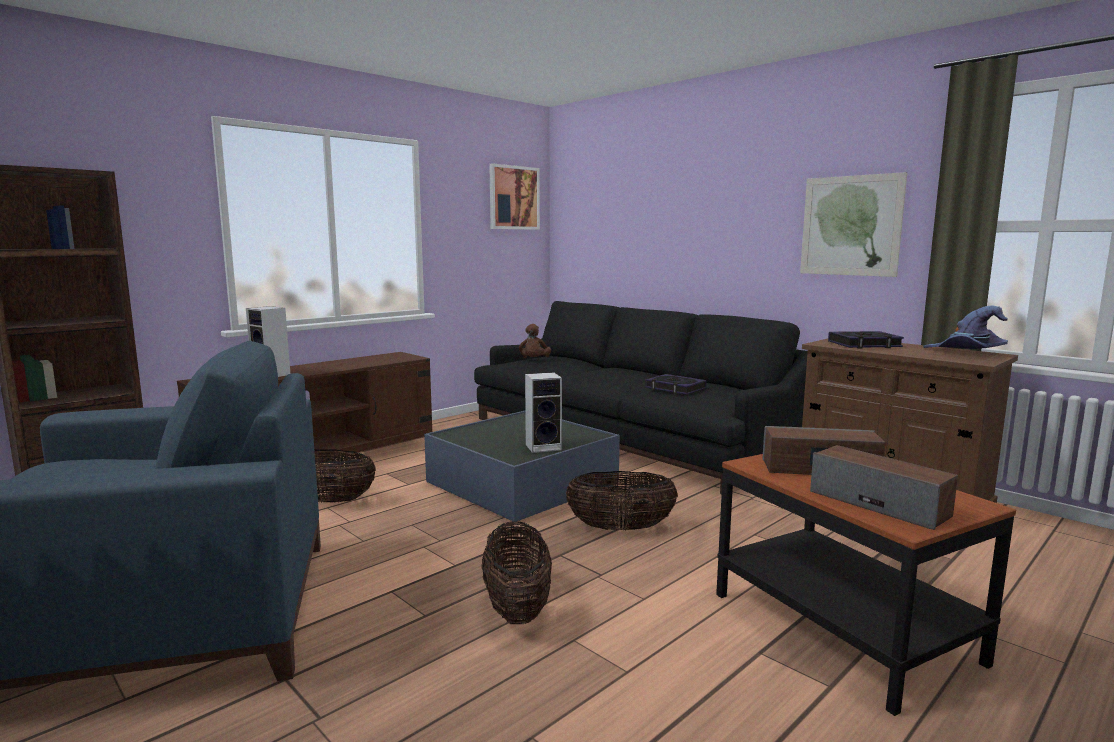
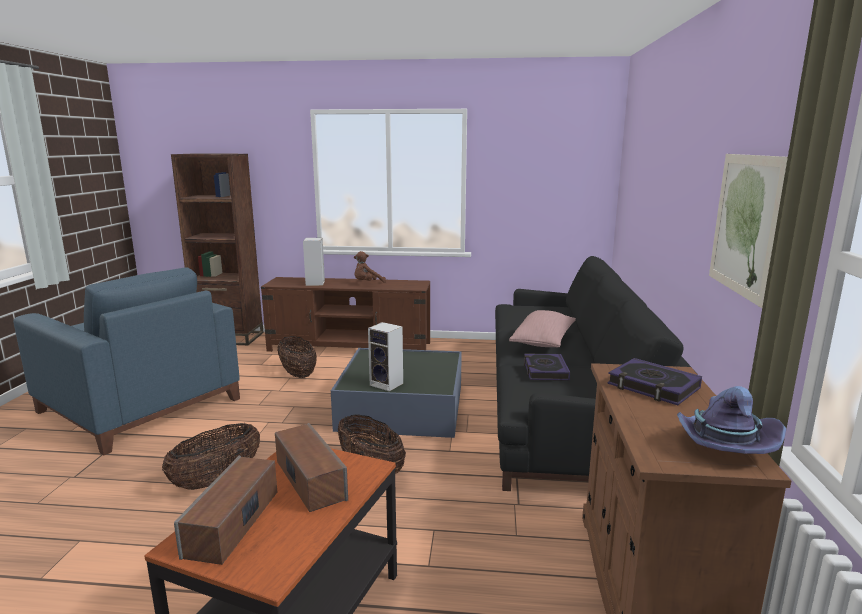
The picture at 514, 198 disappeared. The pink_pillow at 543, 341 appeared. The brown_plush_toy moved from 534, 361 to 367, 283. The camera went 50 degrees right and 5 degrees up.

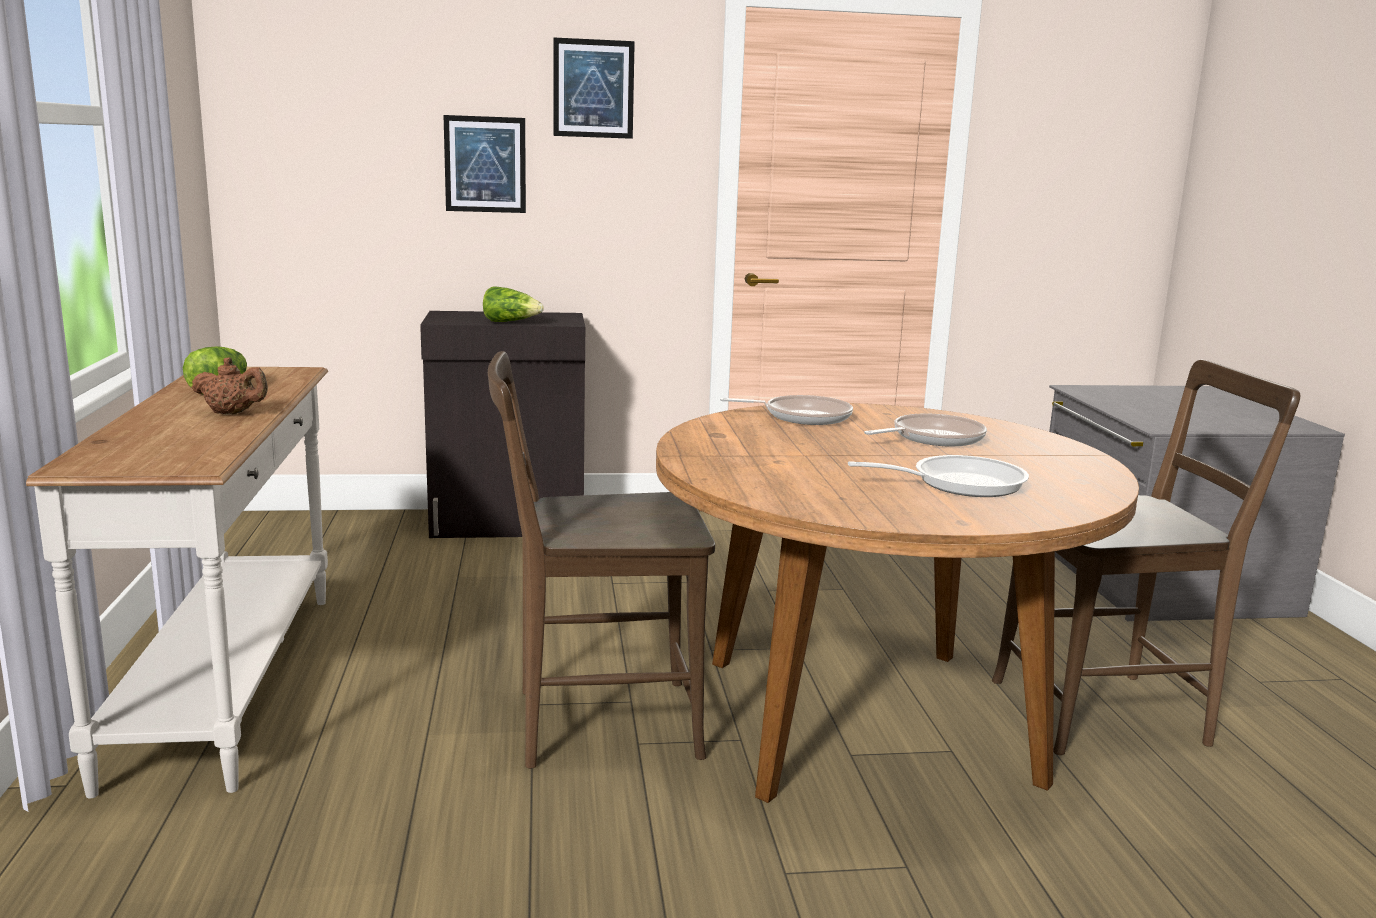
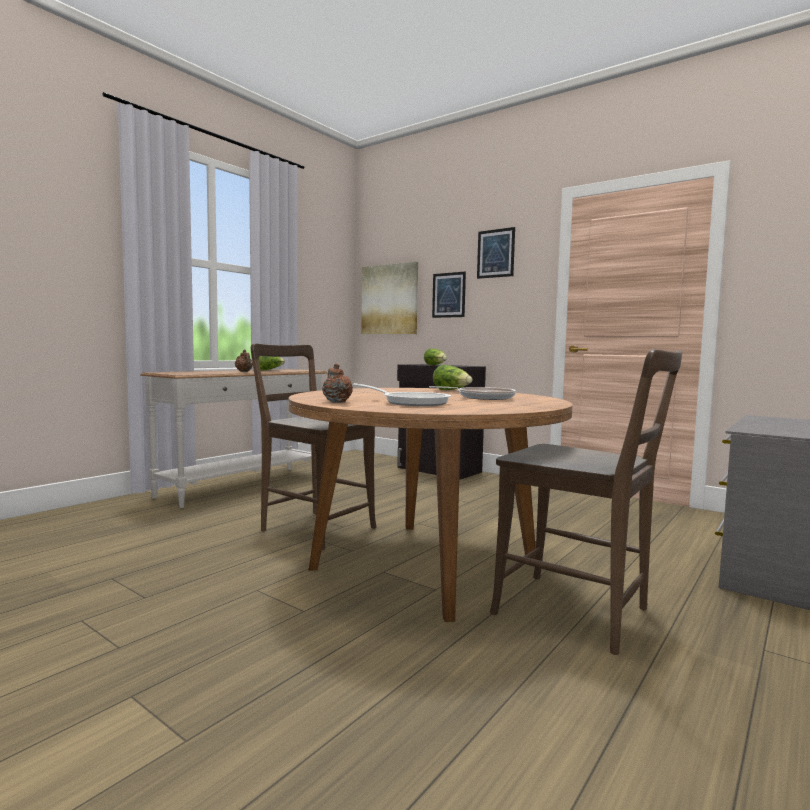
The brown_teapot at 336, 402 appeared. The picture at 389, 299 appeared. The frying_pan at 802, 417 was replaced by the lettuce at 452, 390. The camera went 45 degrees right and 10 degrees down.

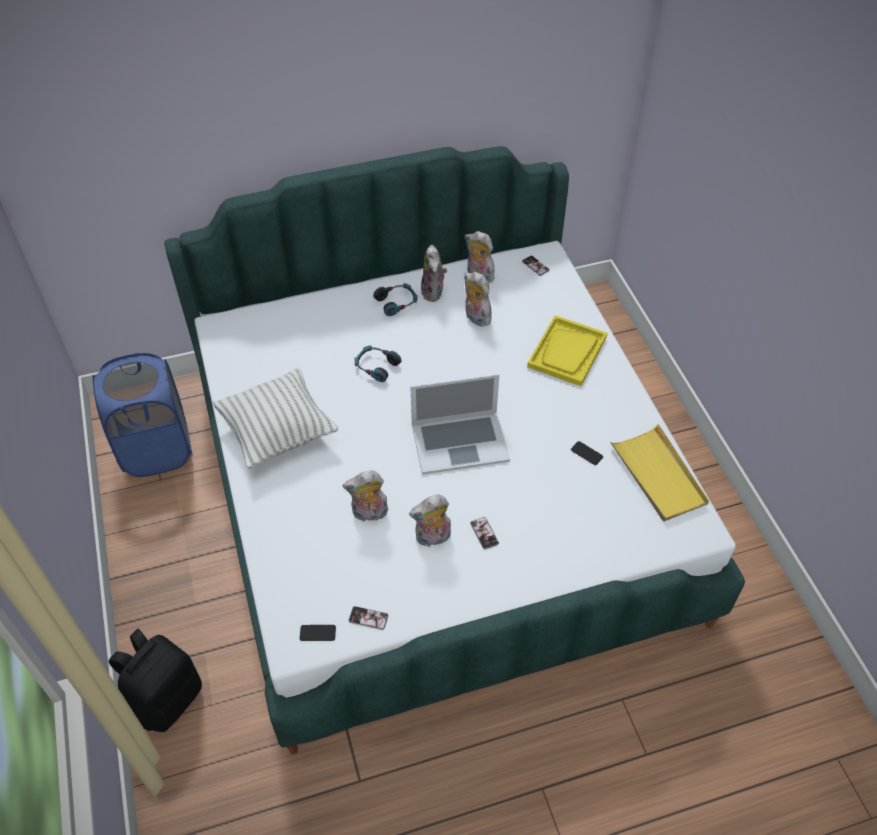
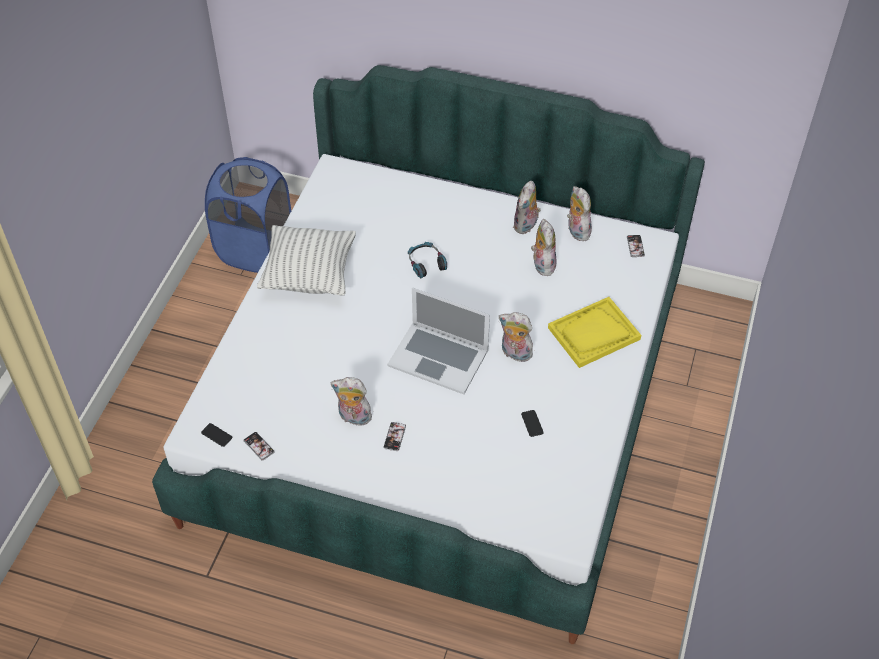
The black_backpack at 166, 698 disappeared. The headphones at 396, 302 disappeared. The yellow_tray at 658, 475 disappeared. The plush_toy moved from 369, 514 to 514, 353. The camera went 35 degrees right and 0 degrees up.

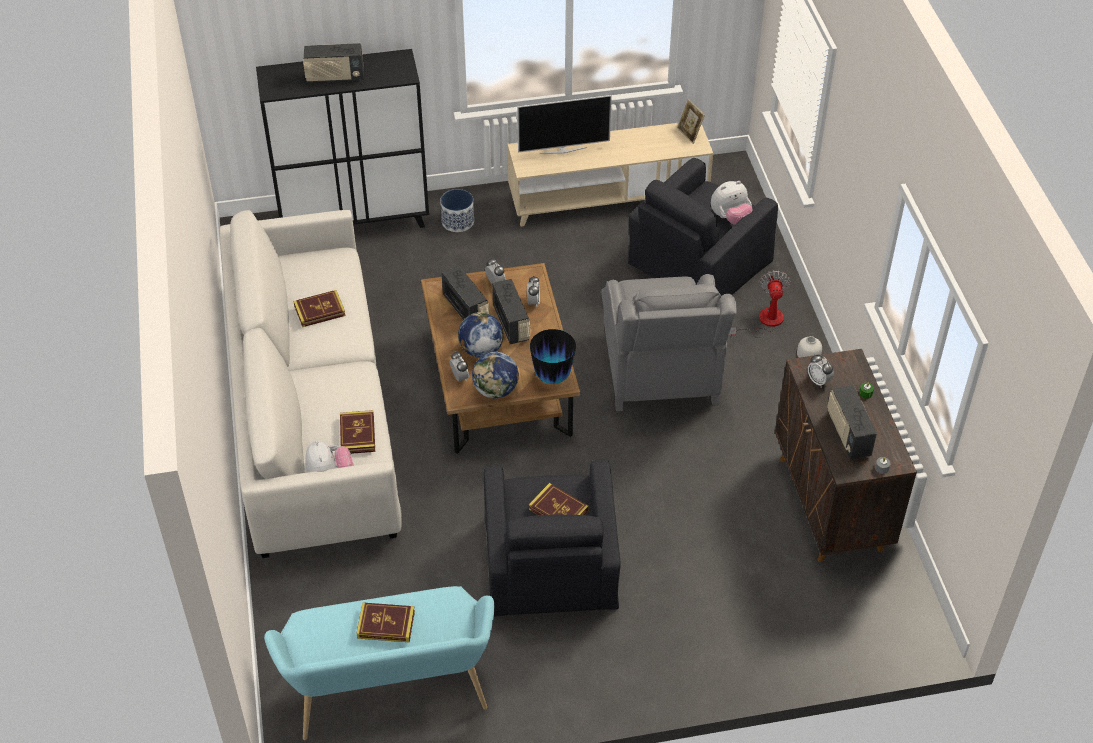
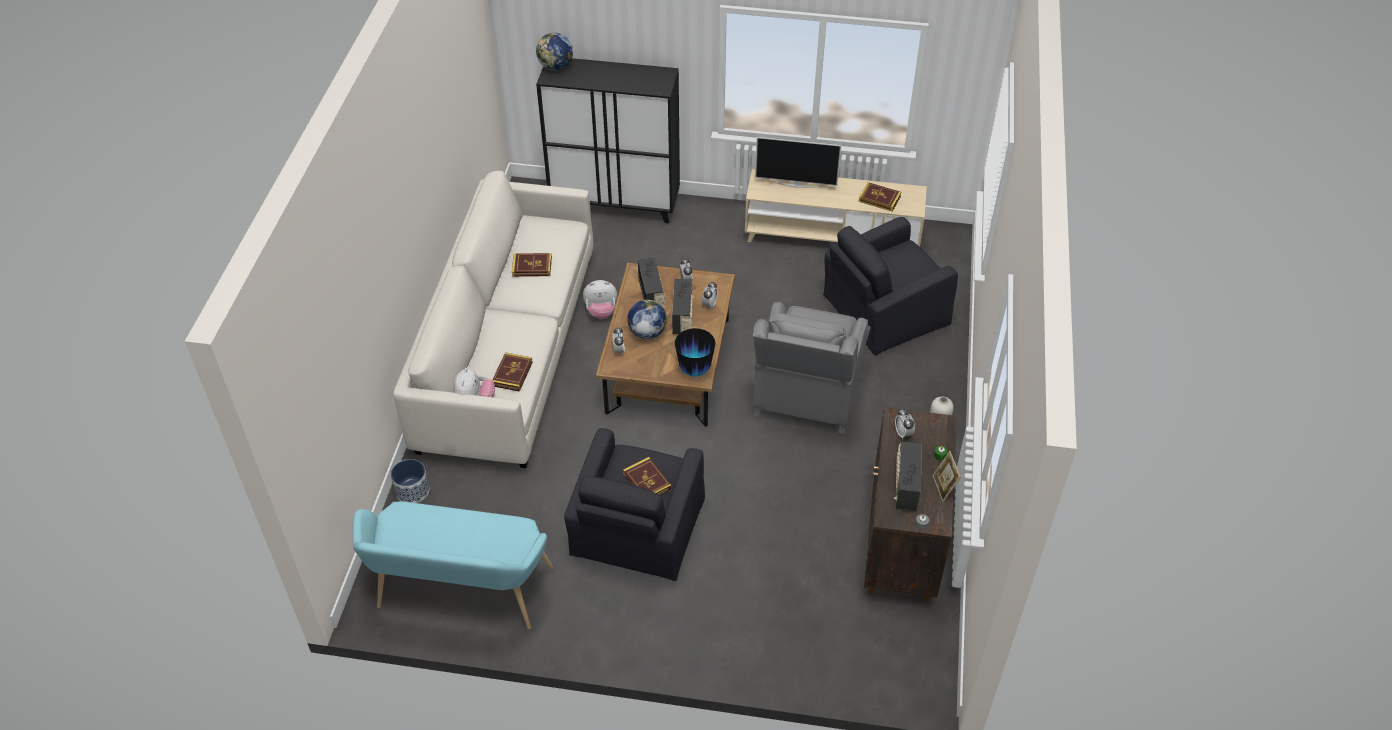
The radio at 335, 77 disappeared. The fan at 764, 322 disappeared. The book moved from 386, 624 to 879, 199. The planter moved from 457, 221 to 412, 491. The globe moved from 496, 390 to 556, 66. The picture_frame moved from 689, 134 to 943, 488. The plush_toy moved from 730, 218 to 601, 311. The camera went 20 degrees right and 0 degrees up.

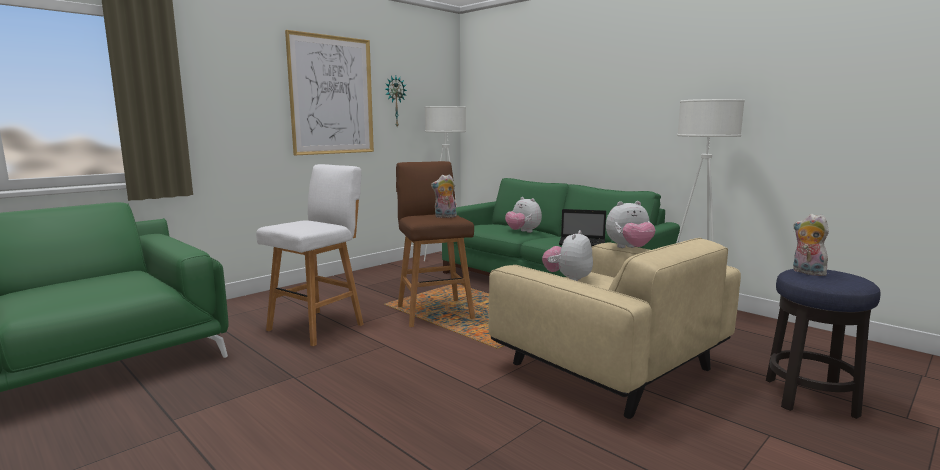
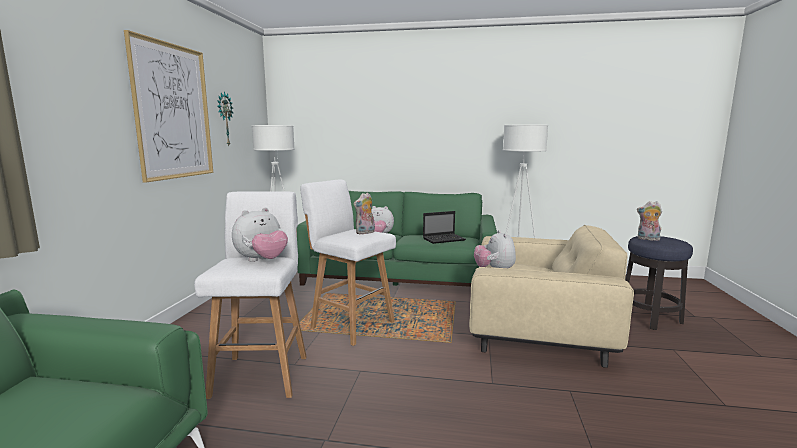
The plush_toy moved from 629, 248 to 262, 261. The brown_stool at 434, 311 became the white_stool at 351, 324. The camera went 35 degrees left and 0 degrees up.

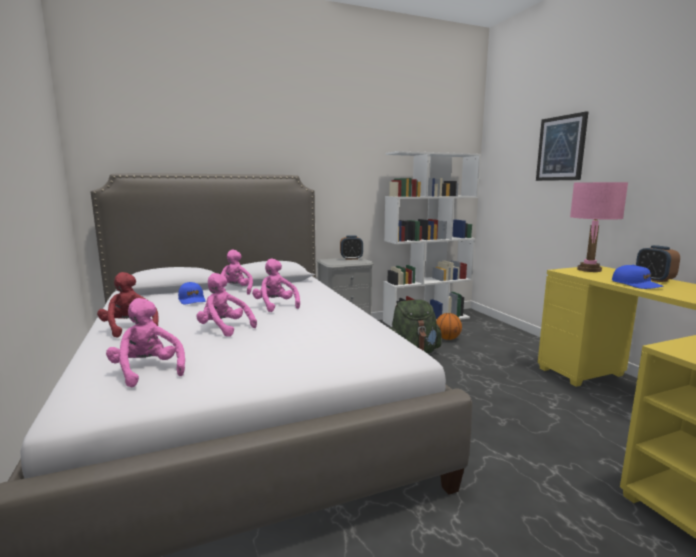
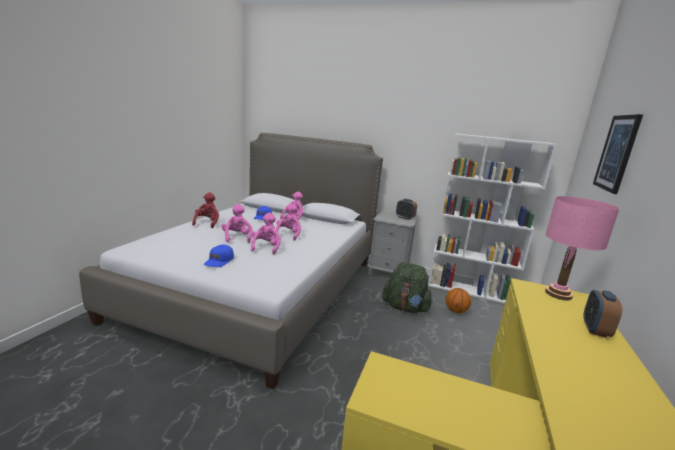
The pink_plush_toy moved from 148, 371 to 266, 247. The blue_cap moved from 636, 284 to 219, 261. The camera went 40 degrees right and 5 degrees up.

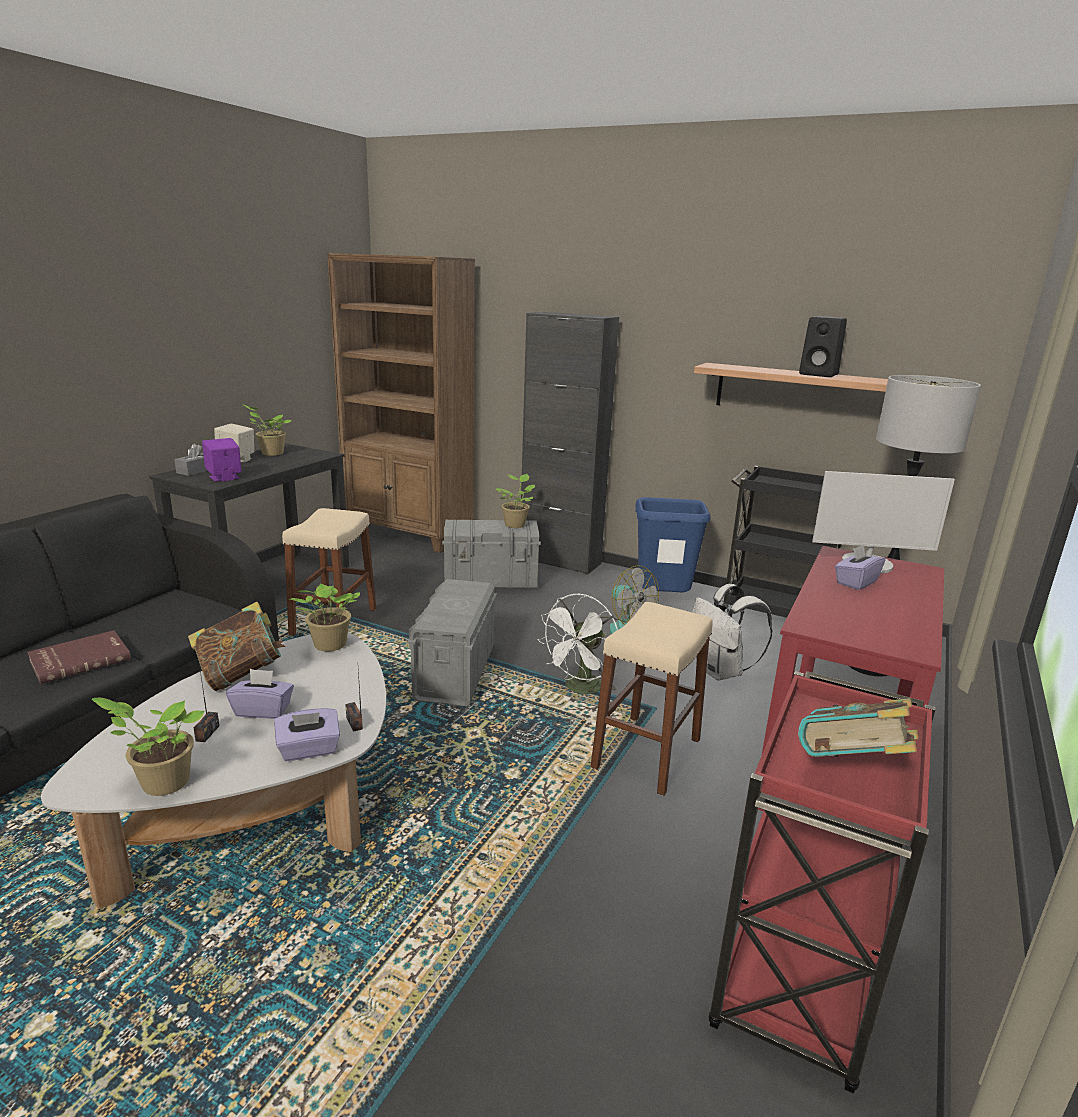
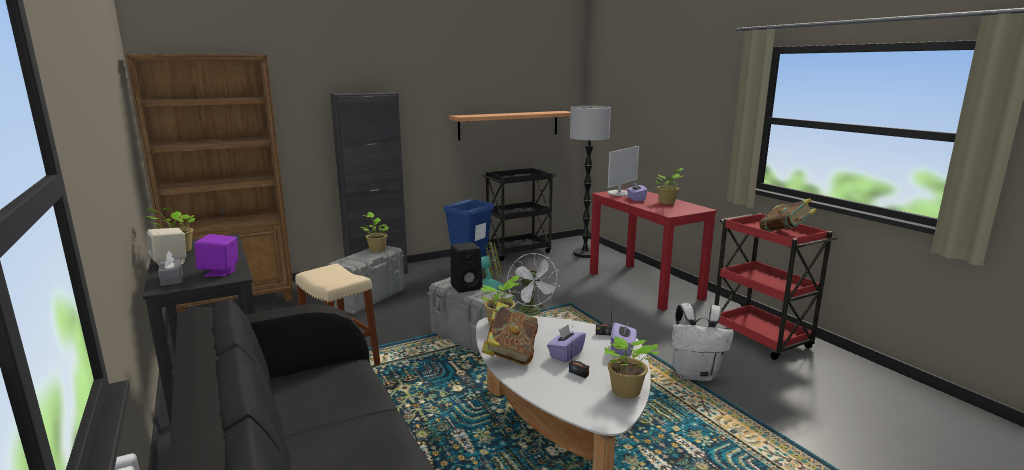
The red_book at 80, 659 disappeared. The beige_stool at 647, 753 disappeared. The potted_plant at 667, 203 appeared. The white_backpack moved from 721, 672 to 695, 374. The black_speaker moved from 820, 374 to 467, 287. The camera went 55 degrees left and 5 degrees down.

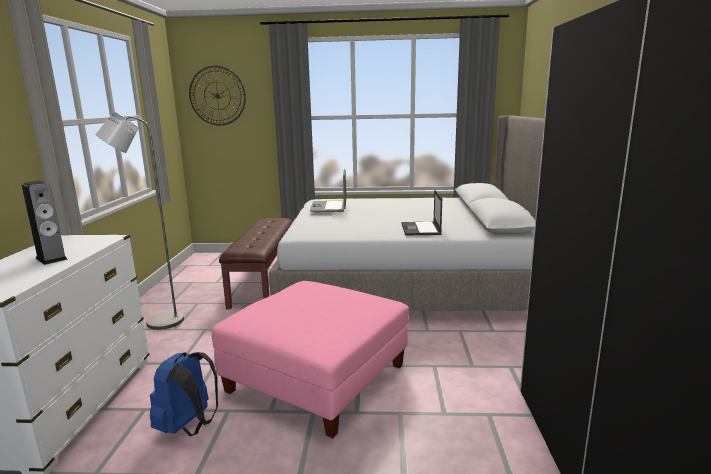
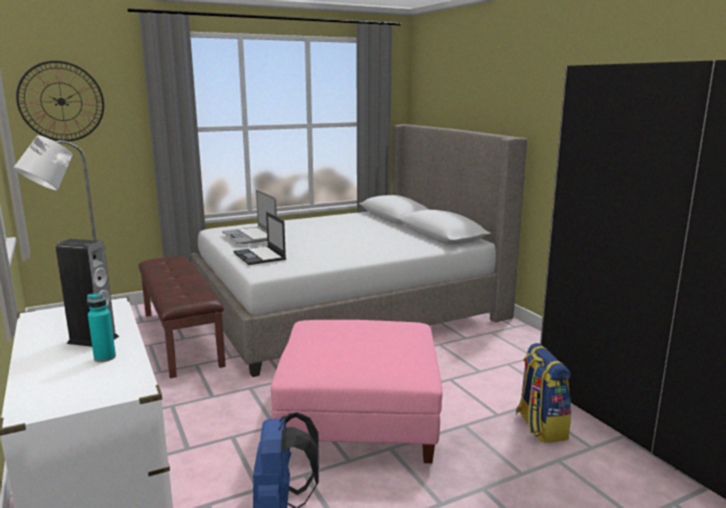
The turquoise_bottle at 105, 357 appeared. The backpack at 540, 426 appeared. The laptop moved from 421, 229 to 260, 256. The camera went 30 degrees left and 0 degrees up.

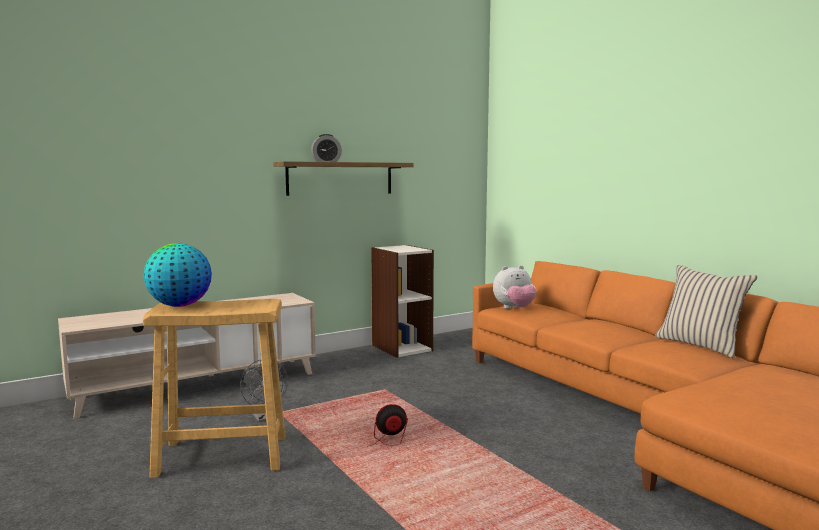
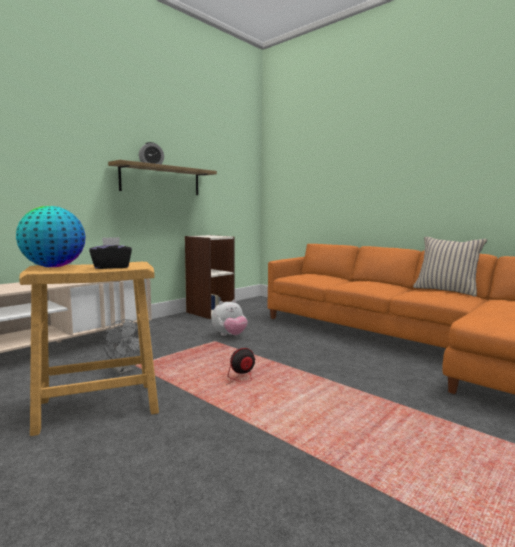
The black_tissue_box at 112, 267 appeared. The plush_toy moved from 514, 309 to 229, 335. The camera went 15 degrees left and 0 degrees up.

